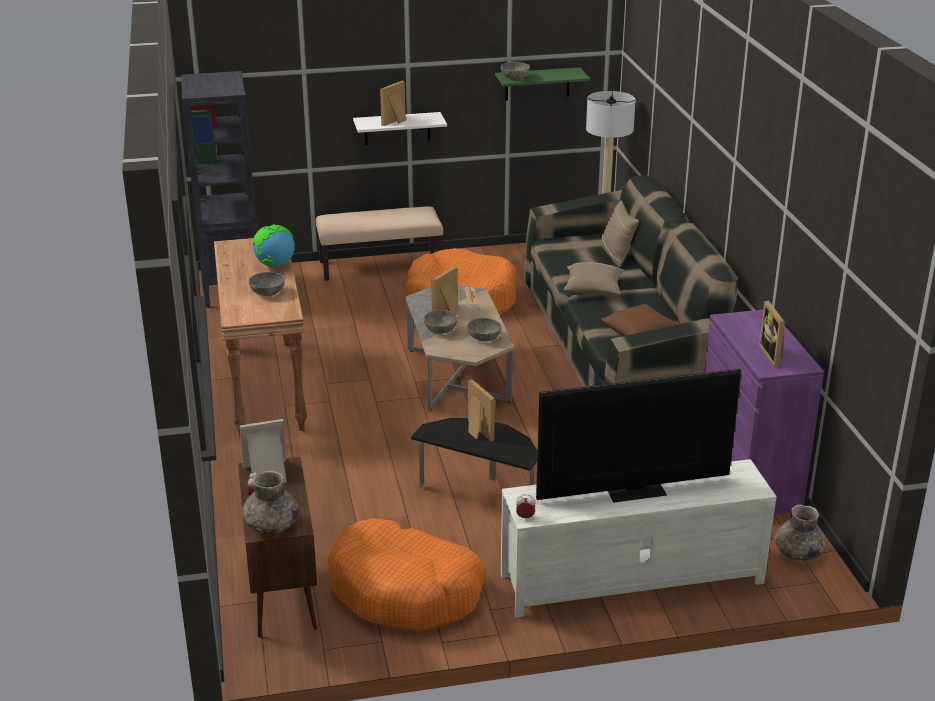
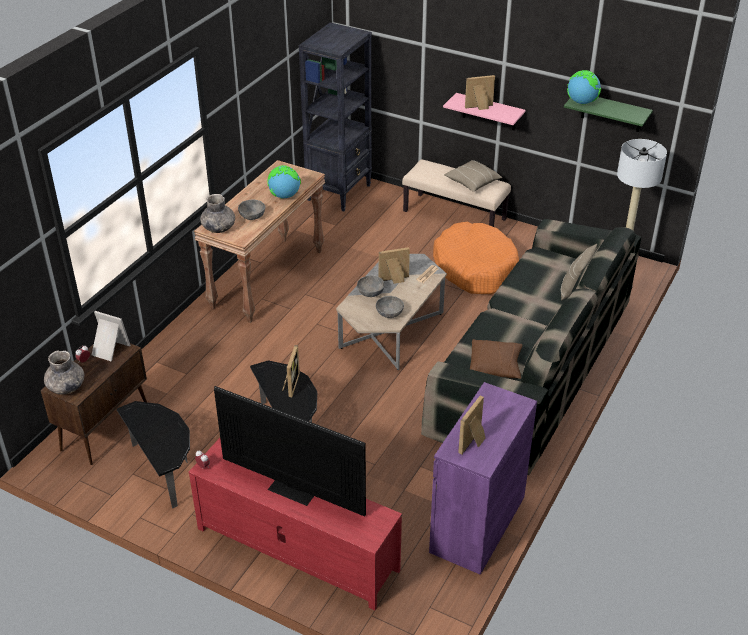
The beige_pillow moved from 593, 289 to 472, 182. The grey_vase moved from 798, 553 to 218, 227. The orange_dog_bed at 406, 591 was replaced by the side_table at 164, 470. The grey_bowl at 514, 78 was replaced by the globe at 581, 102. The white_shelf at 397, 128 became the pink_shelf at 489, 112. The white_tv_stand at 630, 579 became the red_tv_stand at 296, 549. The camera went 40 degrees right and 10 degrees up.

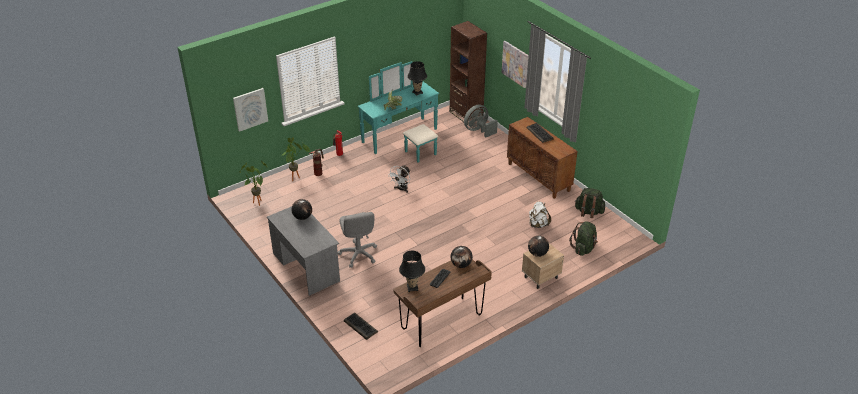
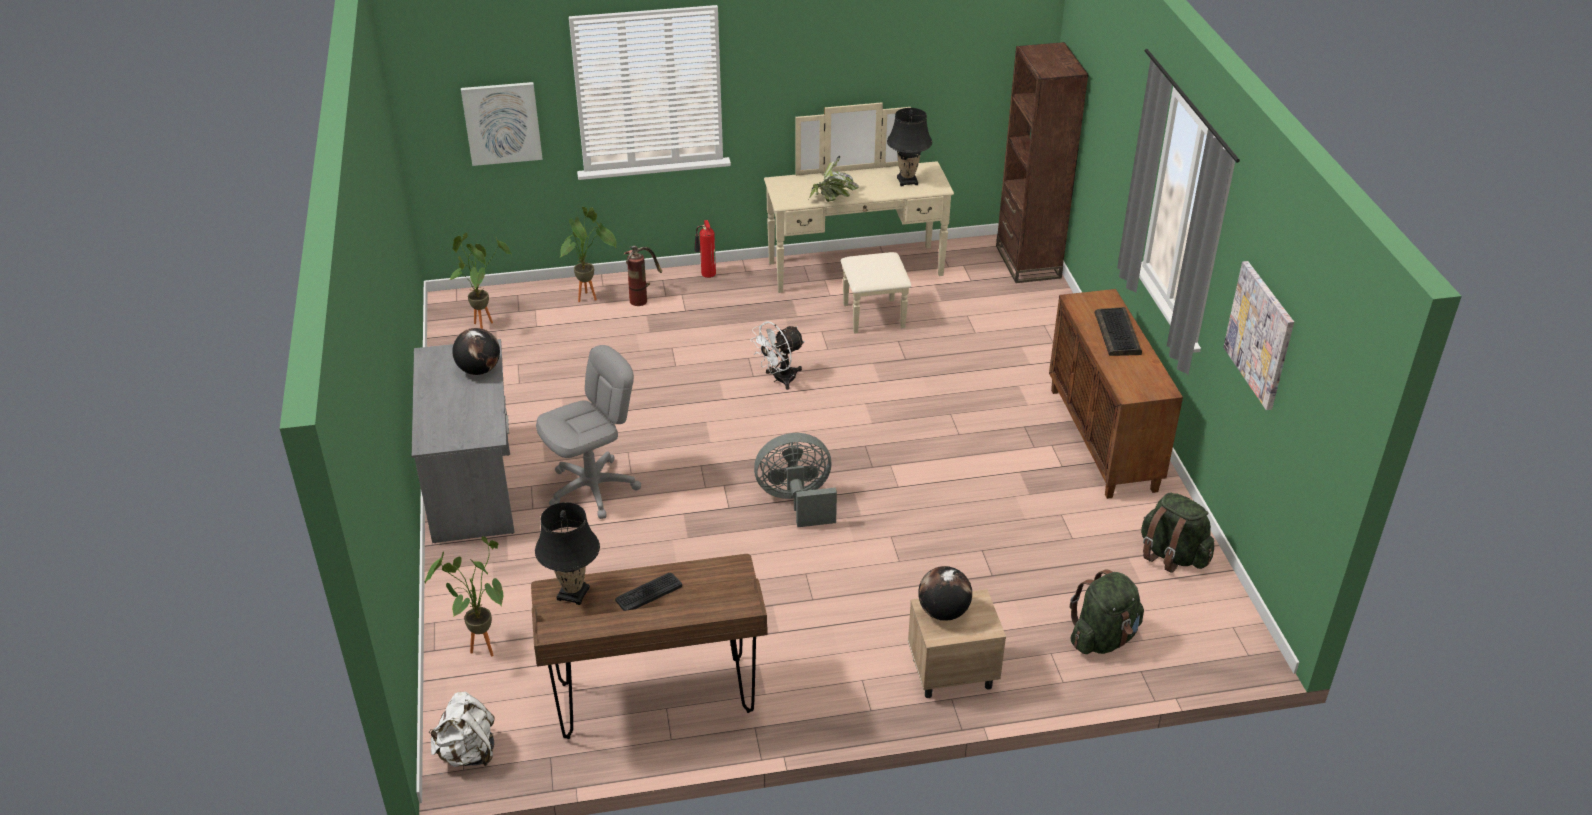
The globe at 461, 265 disappeared. The grey_fan moved from 478, 130 to 797, 501. The picture moved from 515, 64 to 1260, 334. The white_backpack moved from 538, 224 to 467, 752. The keyboard at 360, 326 was replaced by the potted_plant at 481, 645. The turquoise_dresser at 404, 139 became the beige_dresser at 860, 279. The grey_office_chair at 358, 254 turned 135 degrees counterclockwise. The camera went 25 degrees right and 0 degrees up.

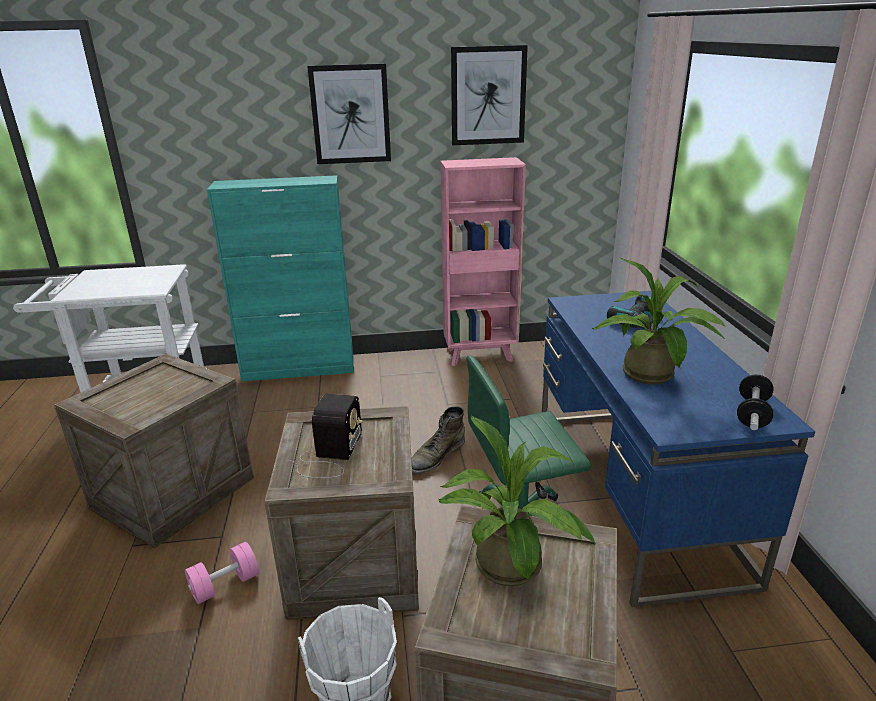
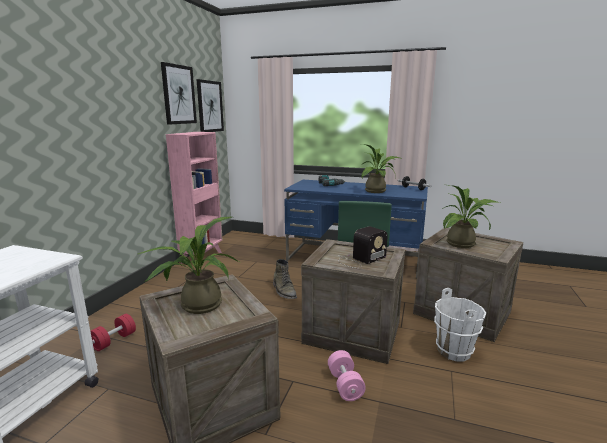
The turquoise_cabinet at 299, 369 disappeared. The red_dumbbell at 114, 341 appeared. The potted_plant at 196, 305 appeared. The picture moved from 350, 114 to 210, 106. The radio at 330, 455 turned 105 degrees clockwise. The camera went 65 degrees left and 10 degrees down.

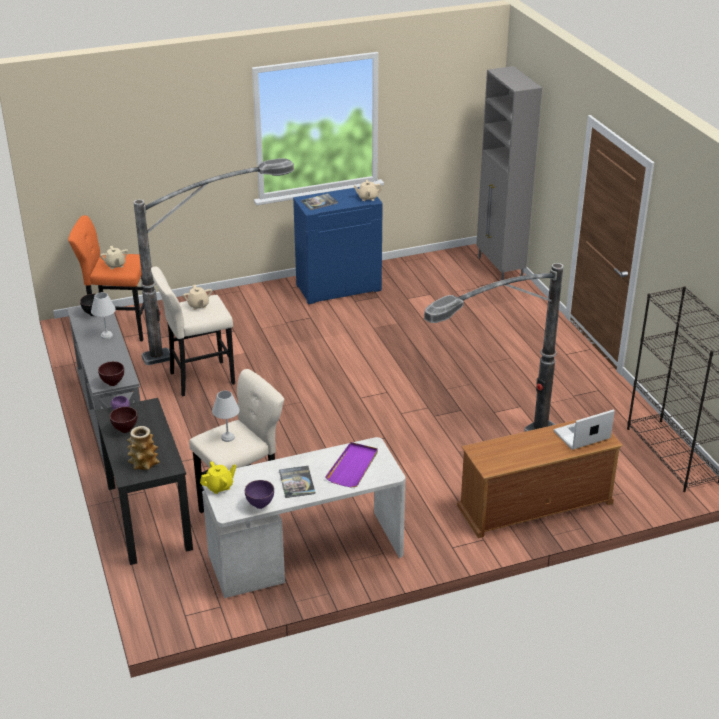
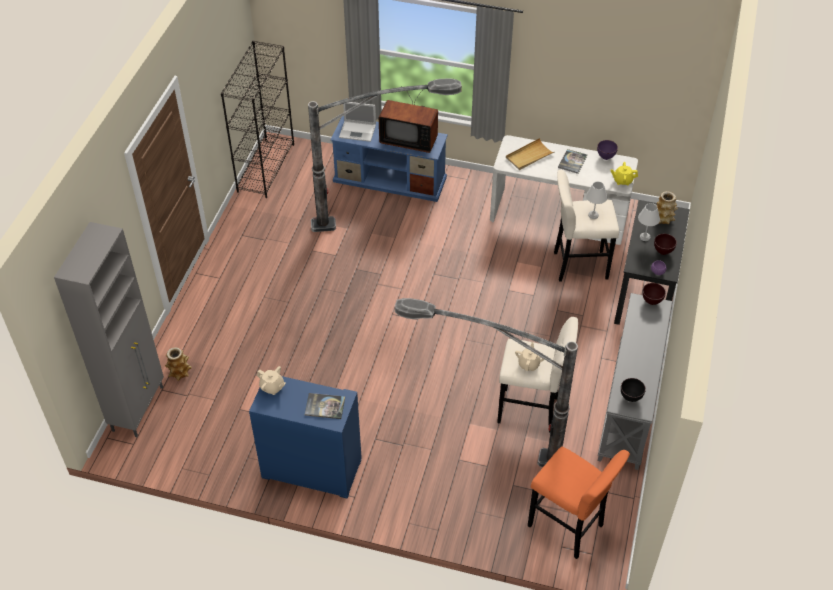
The beige_teapot at 115, 265 disappeared. The vase at 179, 372 appeared. The television at 409, 139 appeared. The white_table_lamp moved from 106, 336 to 645, 237. The purple_tray at 353, 466 became the beige_tray at 529, 156. The brown_tv_stand at 534, 505 became the blue_tv_stand at 391, 179. The camera went 145 degrees left and 15 degrees up.

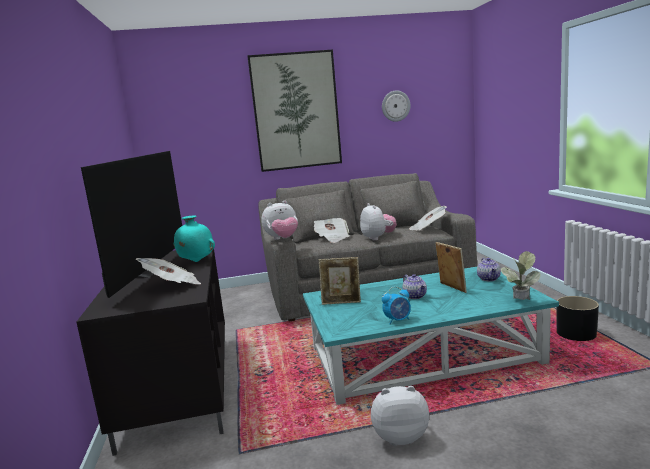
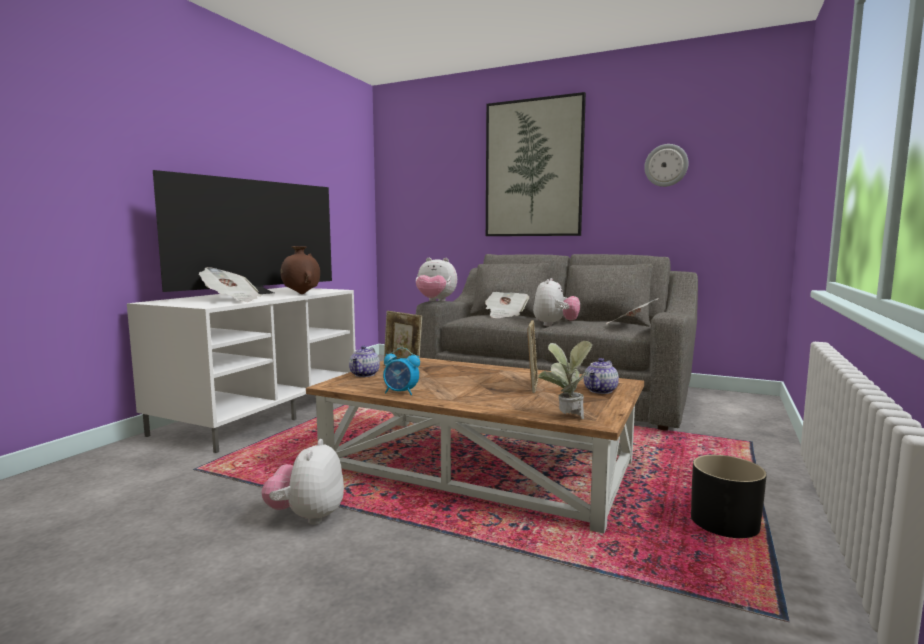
The teapot moved from 415, 296 to 365, 374. The black_tv_stand at 178, 386 became the white_tv_stand at 261, 413. The turquoise_vase at 196, 261 became the brown_vase at 301, 294. The turquoise_coffee_table at 423, 354 became the brown_coffee_table at 481, 465. The plush_toy at 399, 436 turned 120 degrees counterclockwise. The camera went 35 degrees right and 5 degrees down.

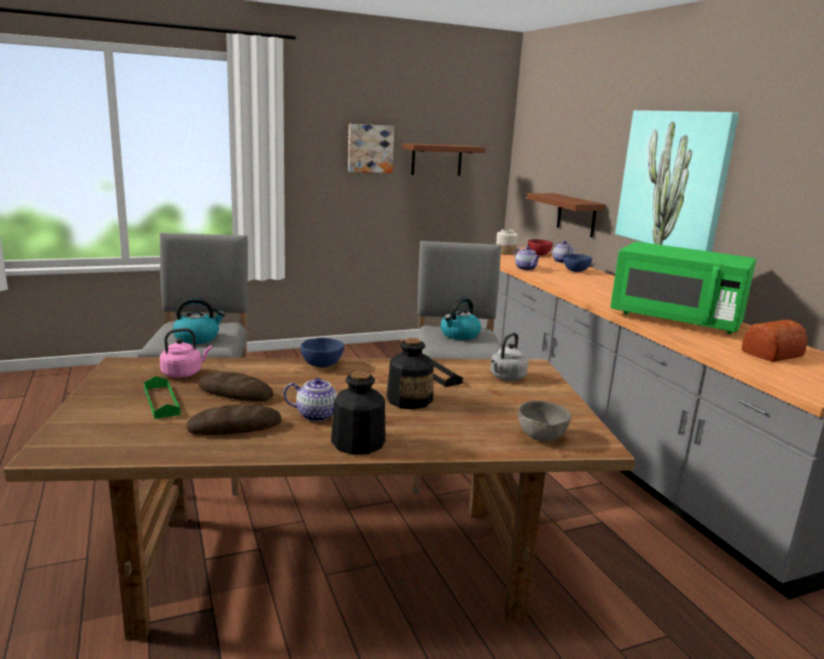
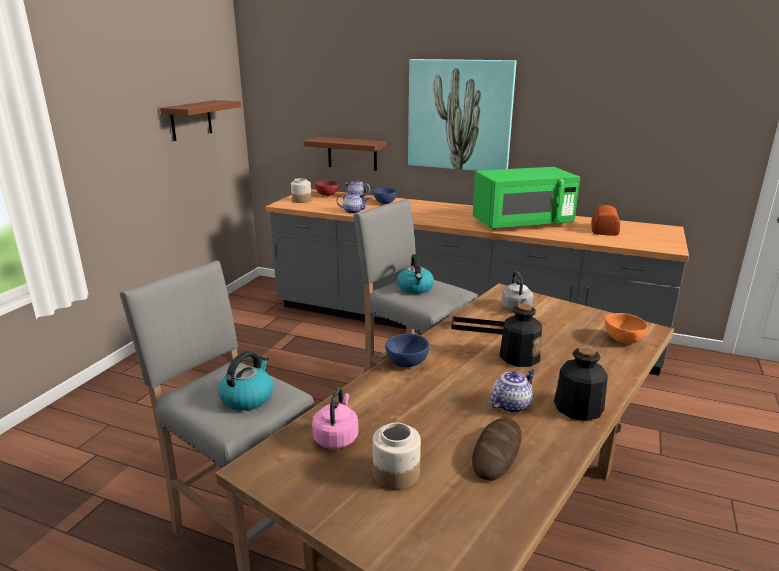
The bread at 235, 393 disappeared. The picture at 370, 148 disappeared. The green_tray at 161, 401 was replaced by the jar at 395, 474. The grey_bowl at 540, 437 became the orange_bowl at 623, 340. The camera went 45 degrees left and 5 degrees up.

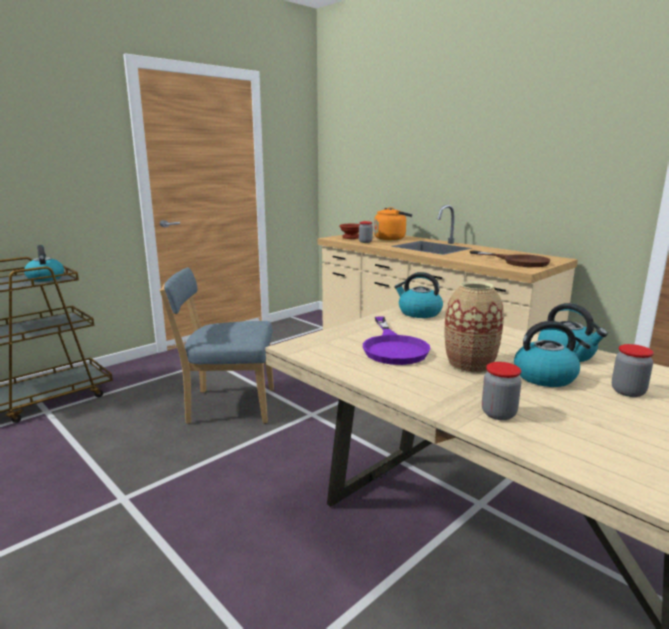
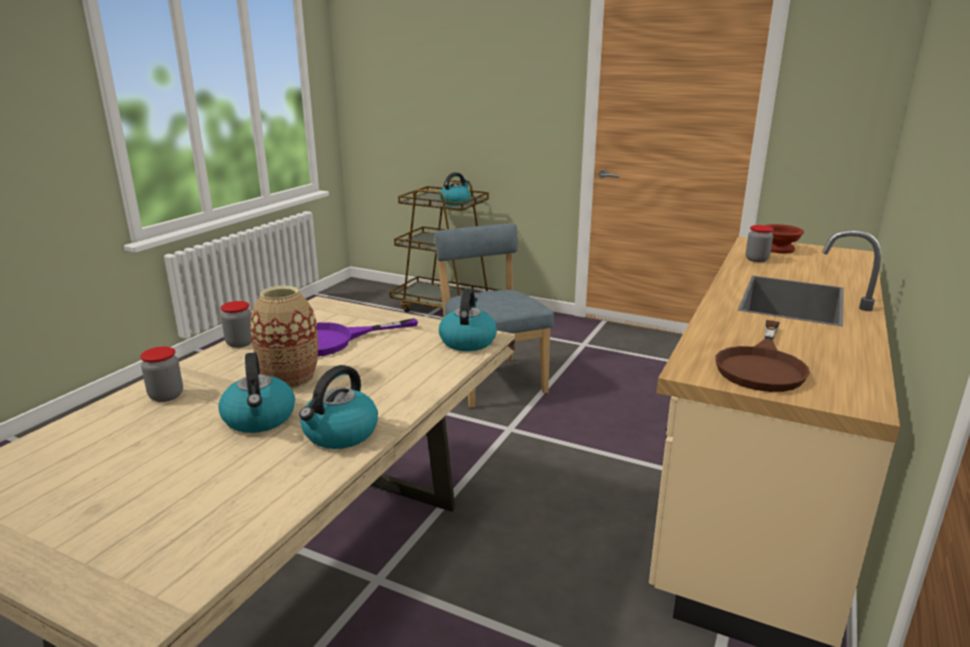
The orange_kettle at 391, 238 disappeared. The jar moved from 628, 392 to 240, 343. The camera went 70 degrees right and 5 degrees up.

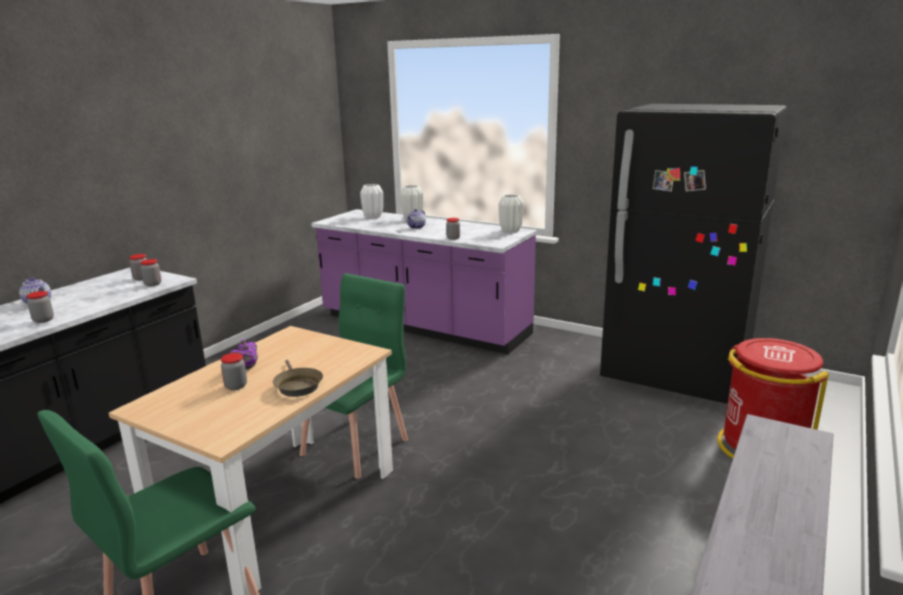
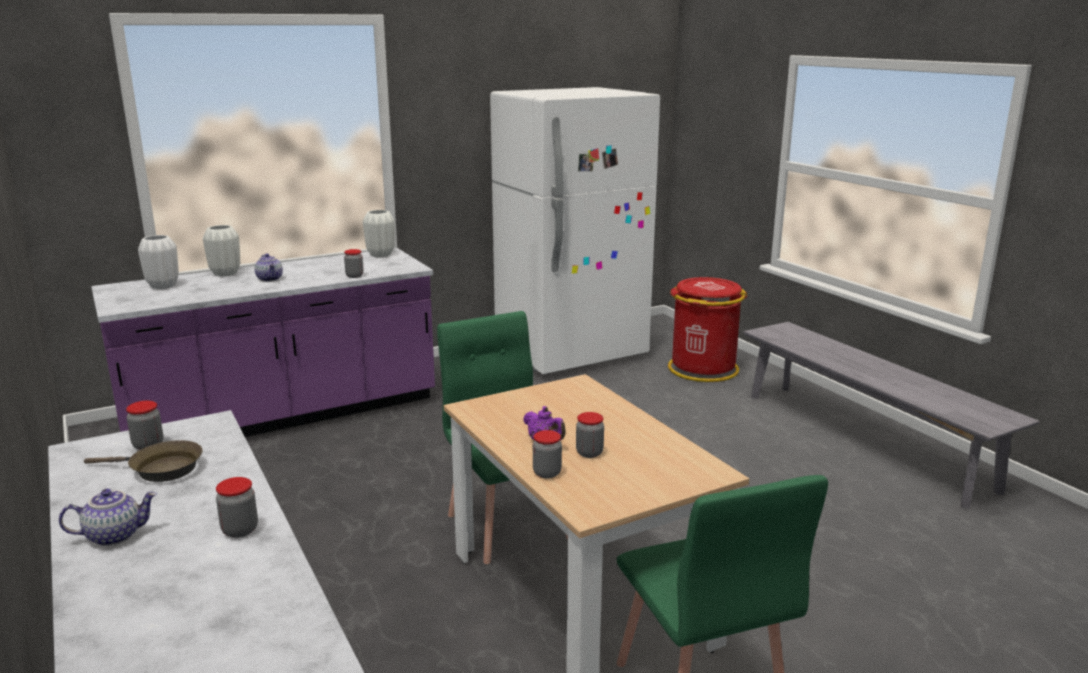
The jar moved from 153, 284 to 547, 473. The brown_frying_pan moved from 297, 386 to 160, 469. The black_fridge at 675, 375 became the white_fridge at 571, 353. The camera went 60 degrees left and 0 degrees up.

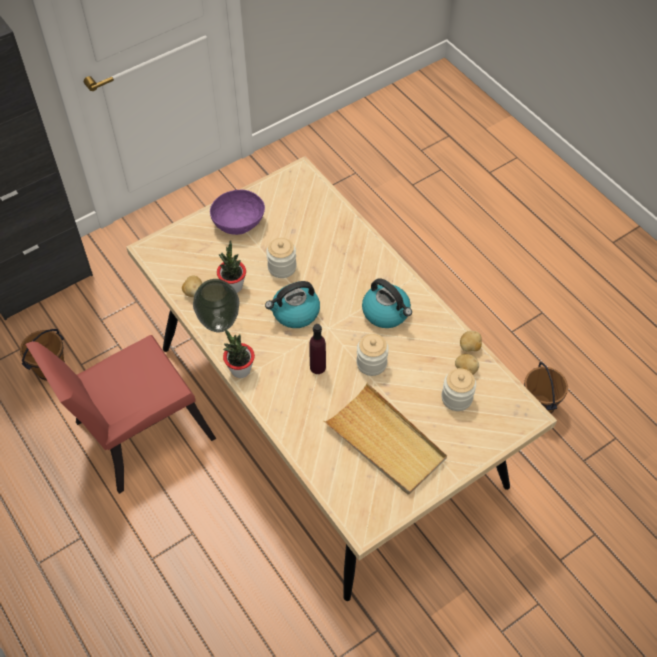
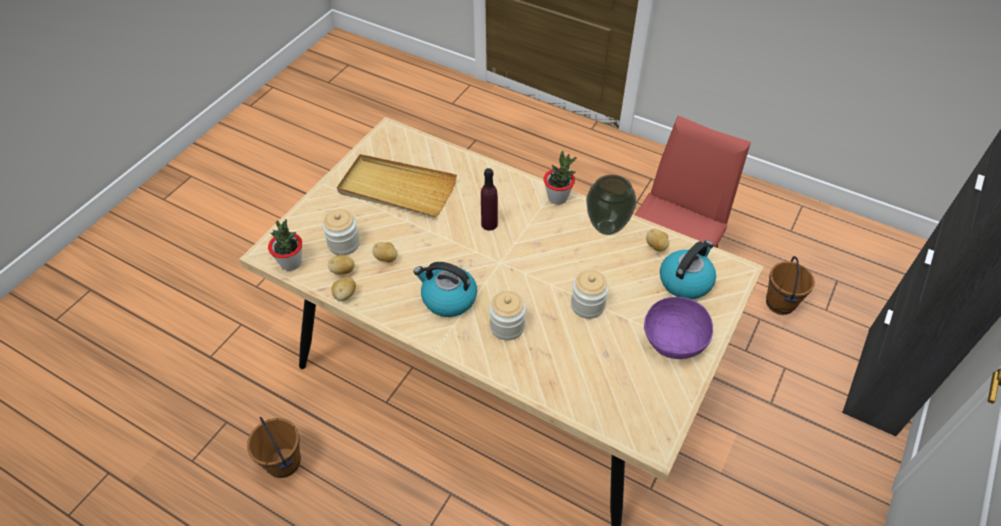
The potato at 386, 258 appeared. The potted_plant moved from 233, 286 to 291, 263. The kettle moved from 295, 313 to 685, 281. The jar moved from 371, 363 to 507, 326. The camera went 155 degrees right and 5 degrees down.

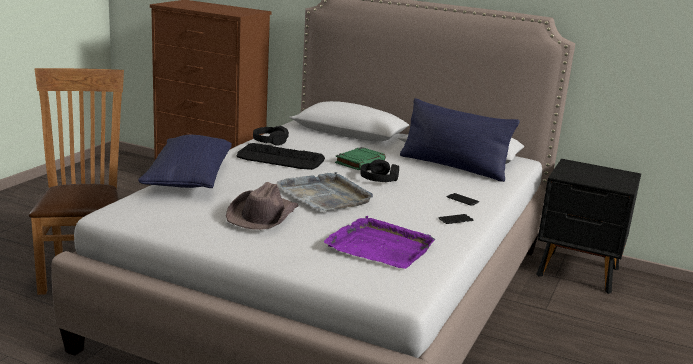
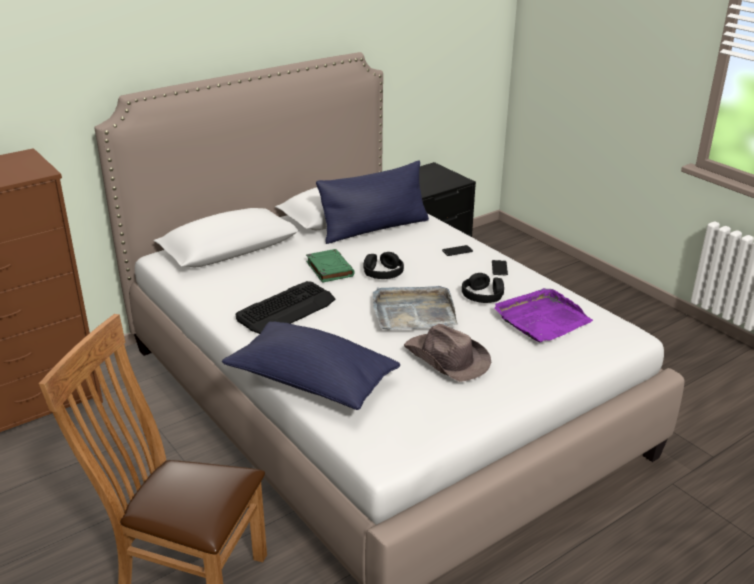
The black_headphones moved from 270, 141 to 482, 296. The camera went 60 degrees left and 10 degrees up.

